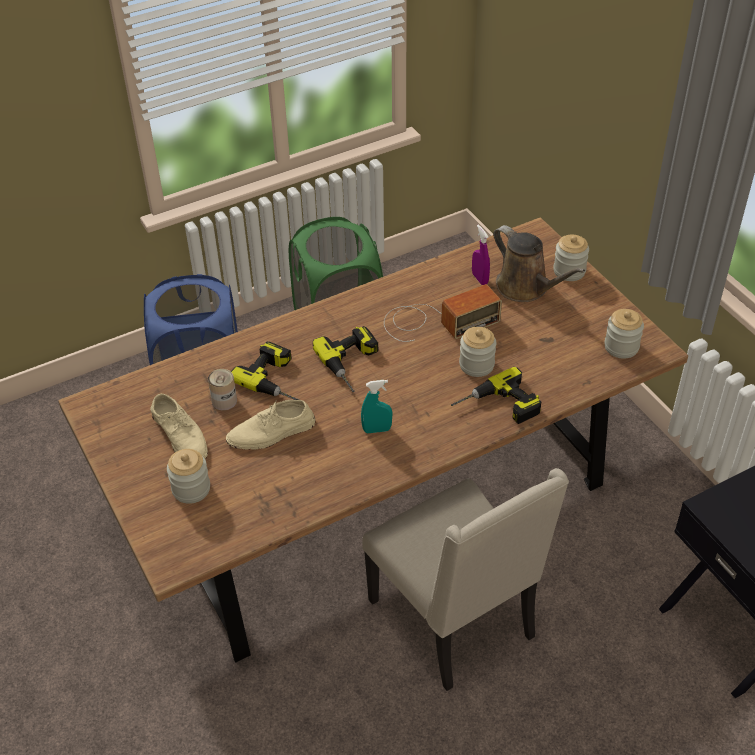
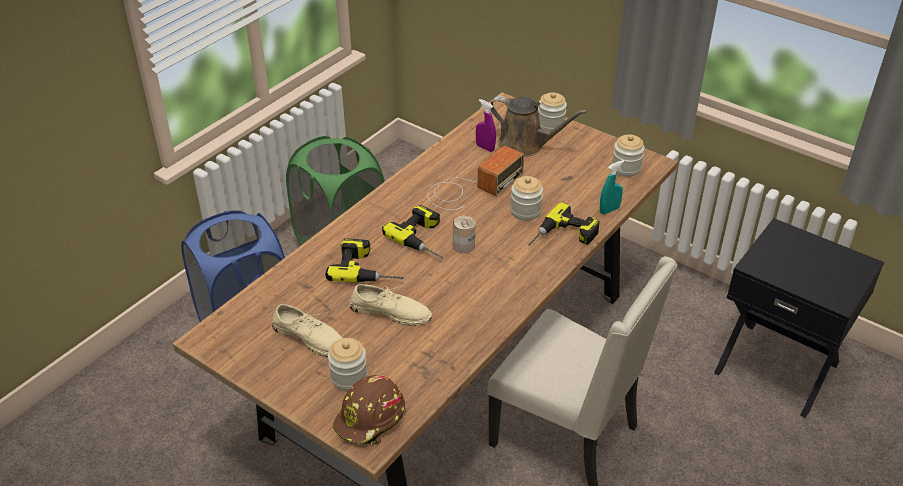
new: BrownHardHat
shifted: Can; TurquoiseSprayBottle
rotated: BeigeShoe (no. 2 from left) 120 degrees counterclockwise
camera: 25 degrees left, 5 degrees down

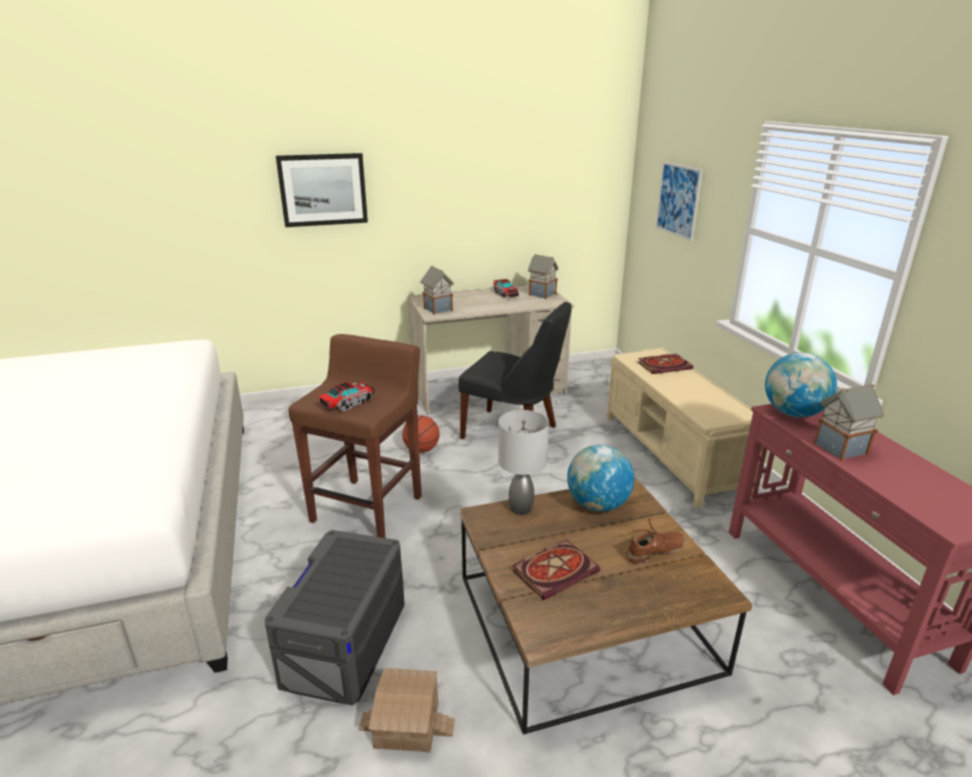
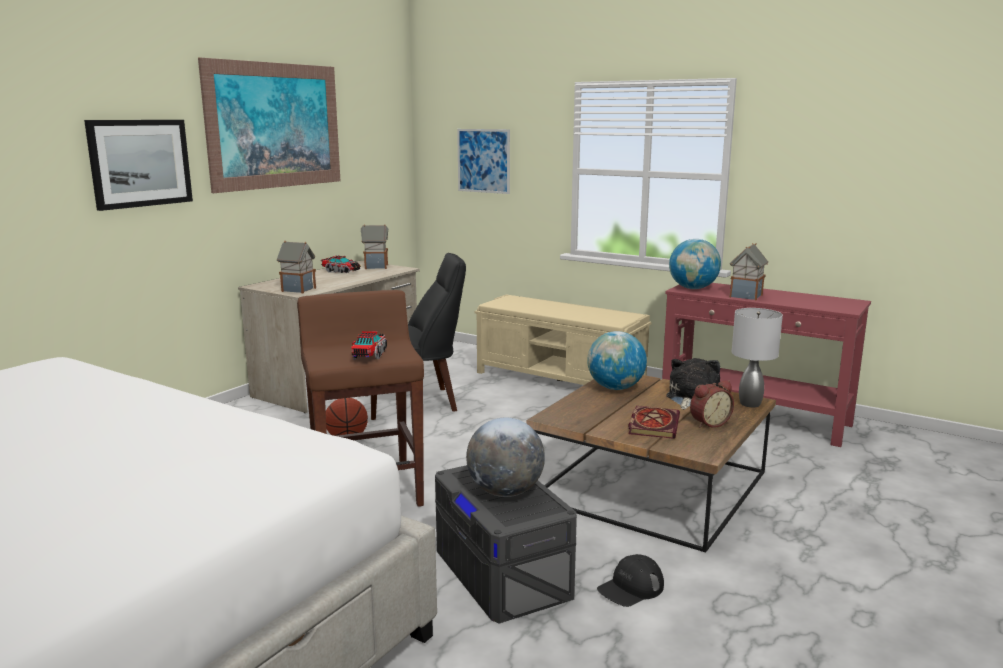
gone: Book (no. 2 from left)
new: Picture (no. 2 from left); AlarmClock; Globe (no. 1 from left)
shifted: GreyTableLamp
swapped: BrownShoe to PlushToy; ToyHouse (no. 1 from left) to BlackCap
camera: 40 degrees left, 10 degrees down

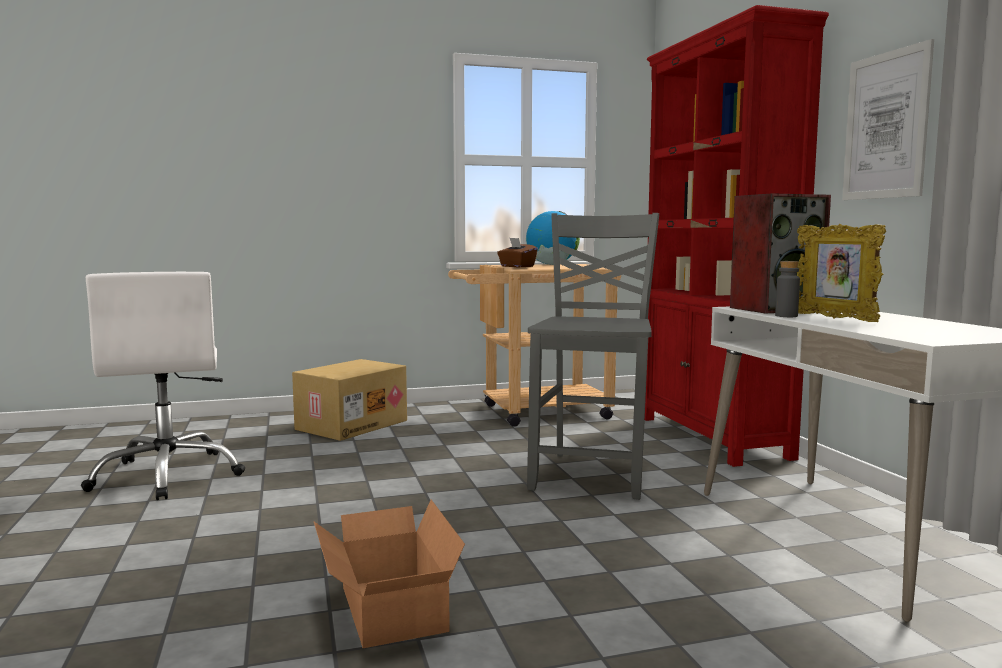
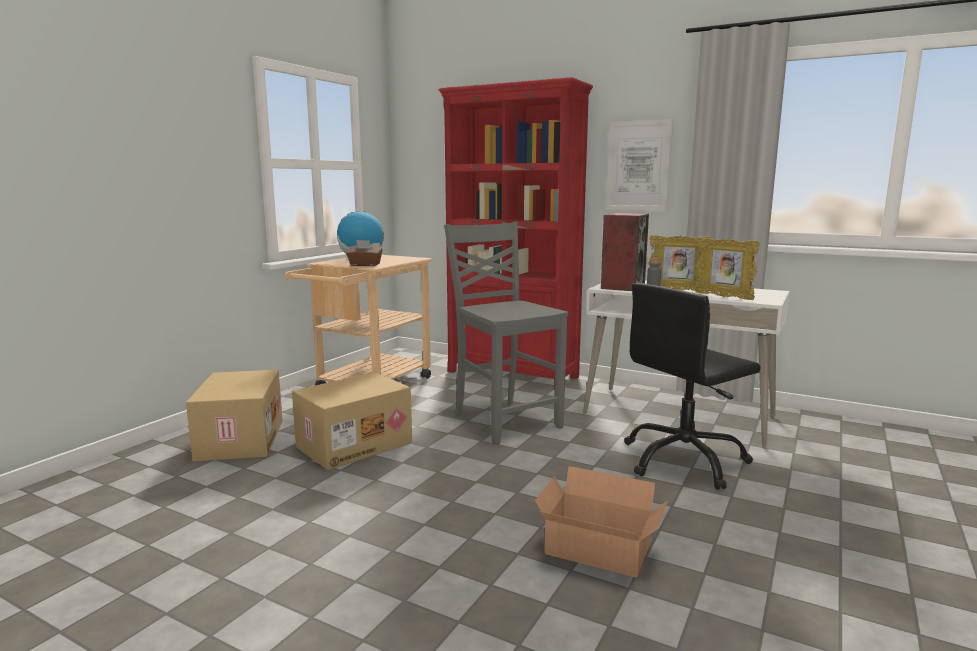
gone: WhiteOfficeChair
new: PictureFrame (no. 2 from left); BlackOfficeChair; CardboardBox (no. 2 from left)
camera: 45 degrees left, 5 degrees up

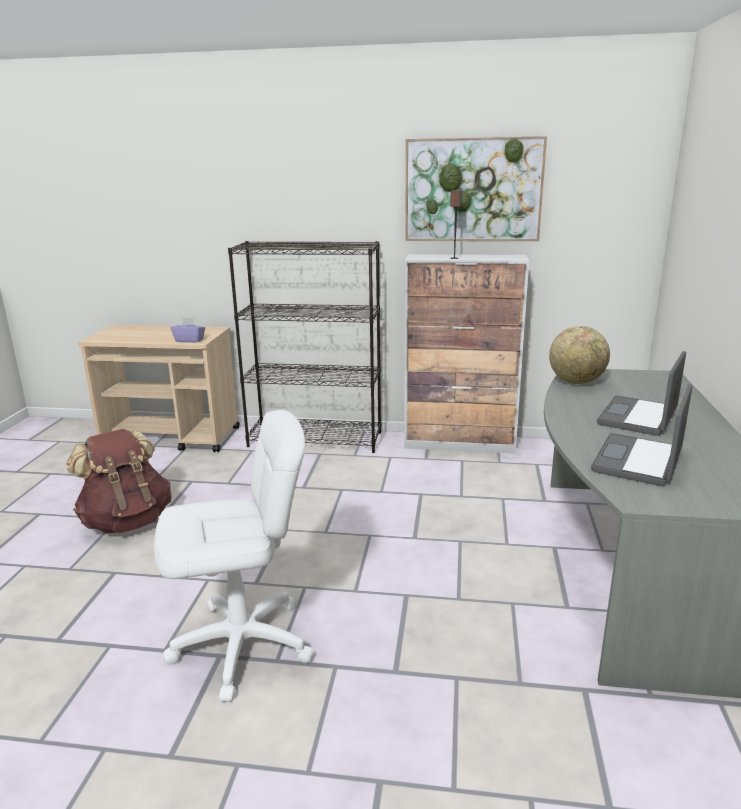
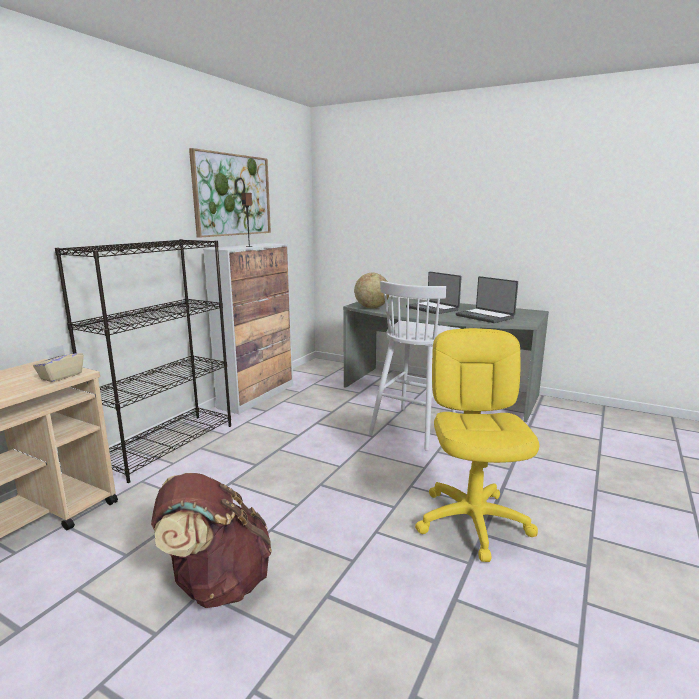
new: WhiteStool
repainted: PurpleTissueBox to BeigeTissueBox; WhiteOfficeChair to YellowOfficeChair
camera: 70 degrees left, 5 degrees down

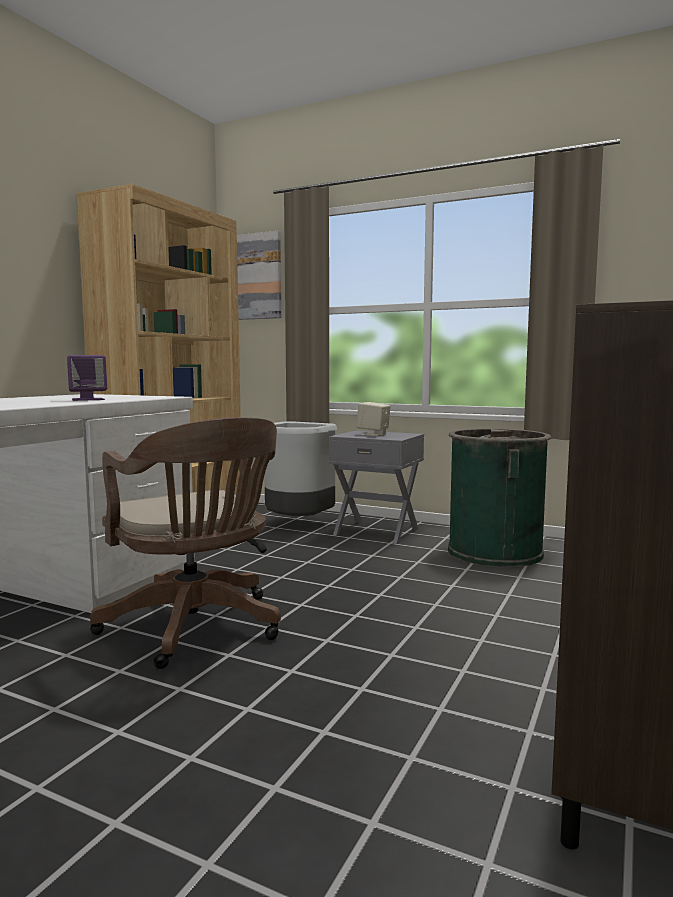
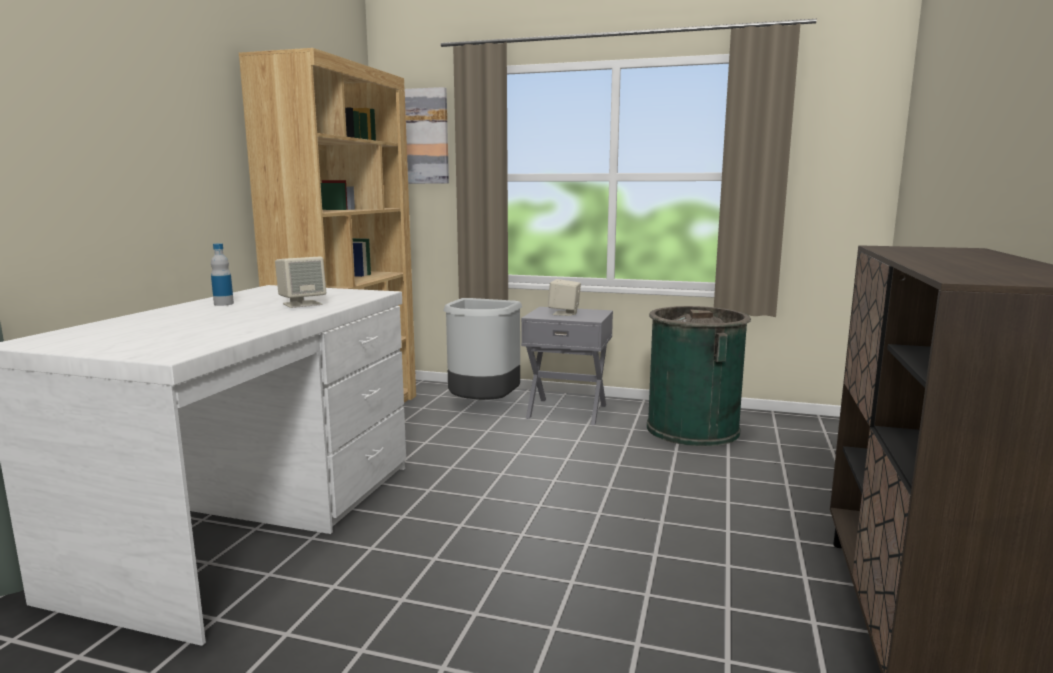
gone: BrownOfficeChair
new: Bottle
repainted: PurpleSpeaker to BeigeSpeaker (no. 1 from left)
camera: 10 degrees left, 5 degrees up

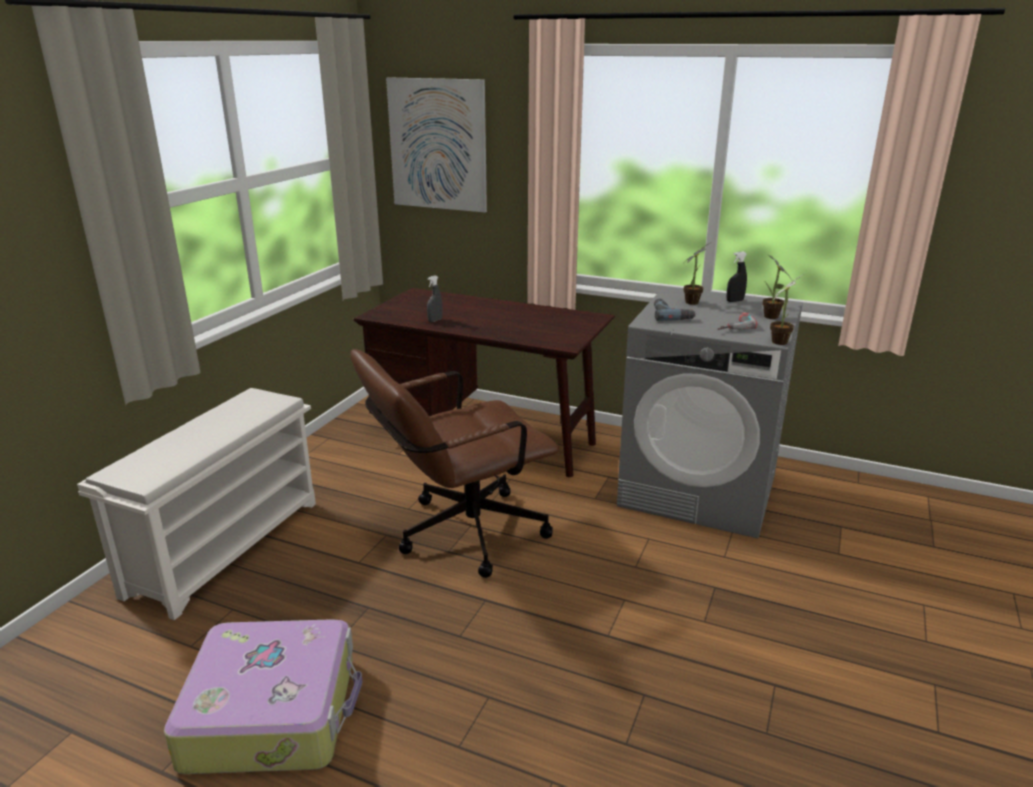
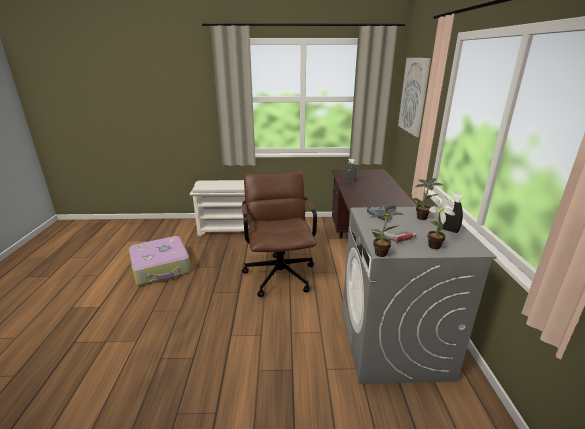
rotated: BrownOfficeChair 45 degrees clockwise
camera: 65 degrees right, 0 degrees up

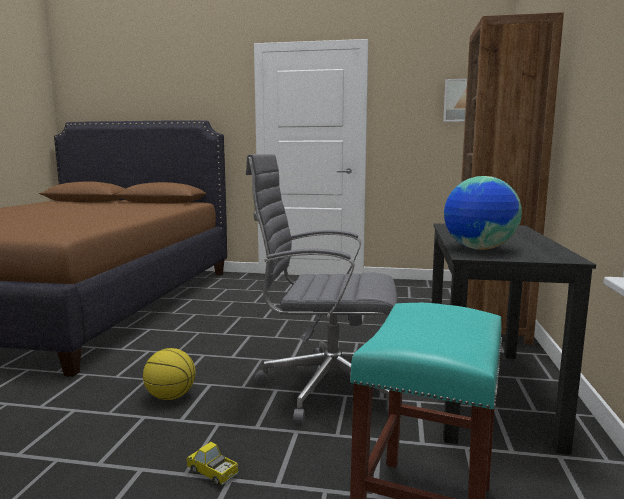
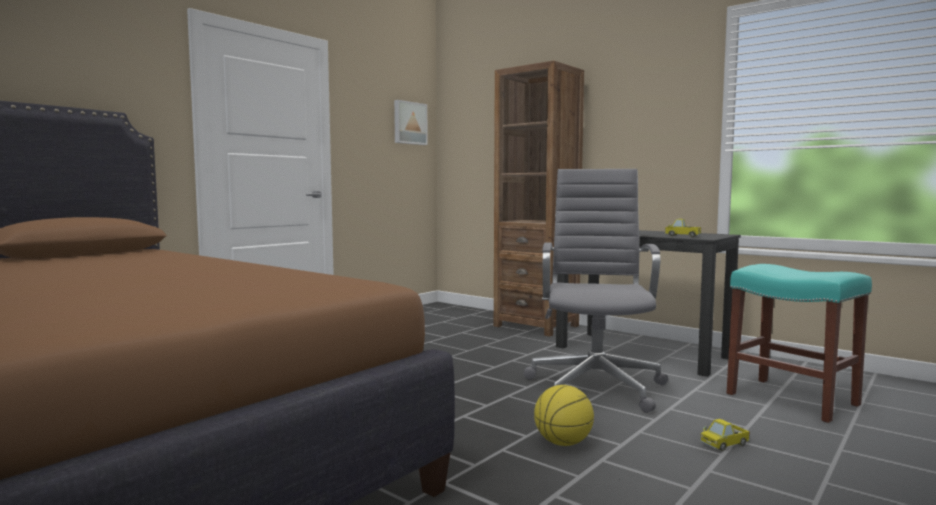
swapped: Globe to ToyTruck (no. 1 from left)
rotated: GreyOfficeChair 150 degrees clockwise
camera: 60 degrees left, 5 degrees down

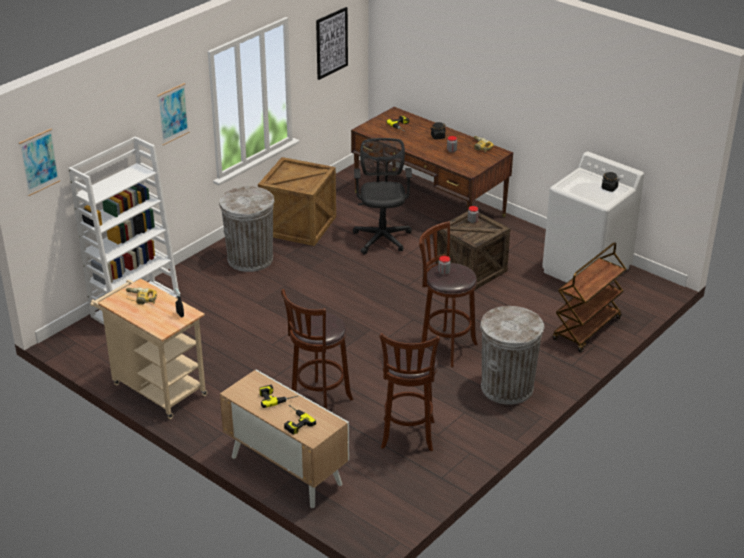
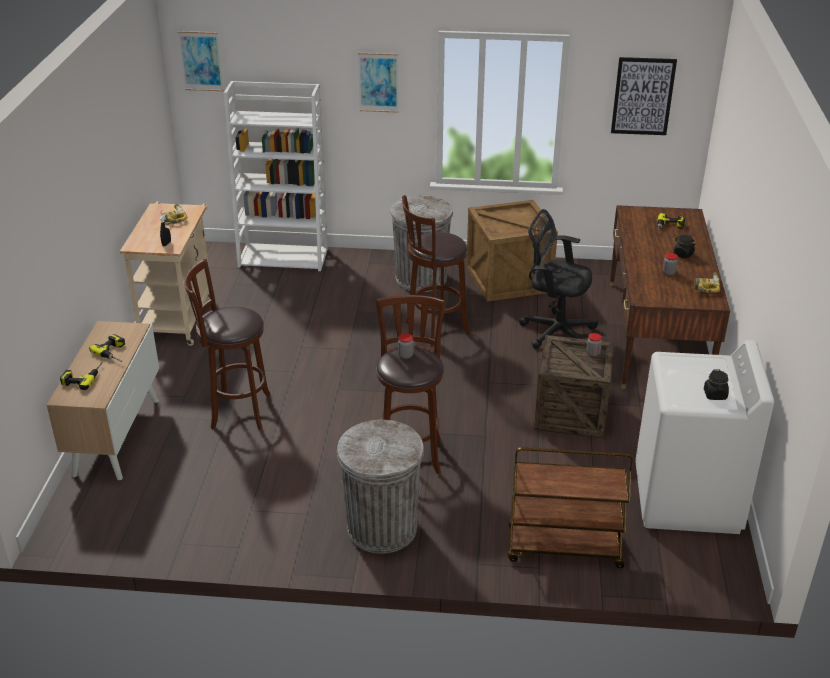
shifted: BrownStool (no. 2 from left in the first image) to BrownStool (no. 3 from left)
rotated: BlackOfficeChair 120 degrees counterclockwise
camera: 55 degrees right, 0 degrees up

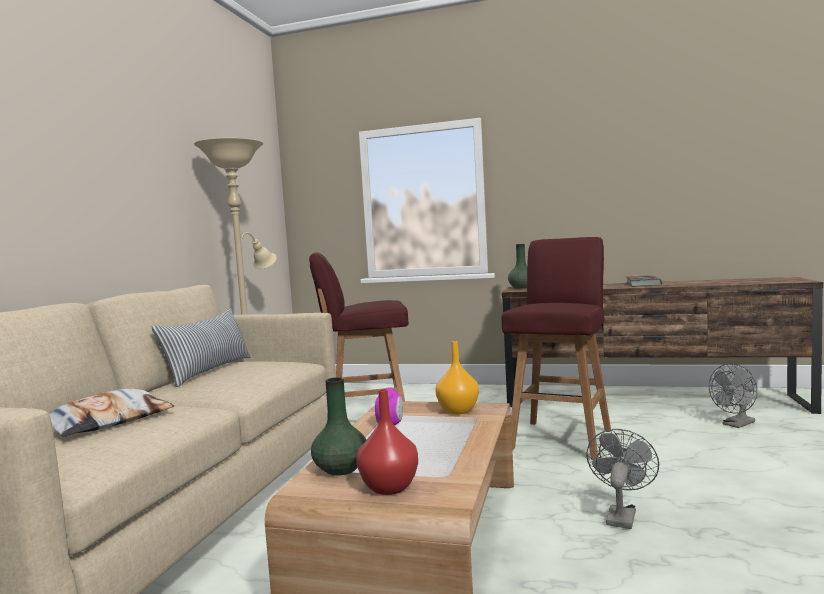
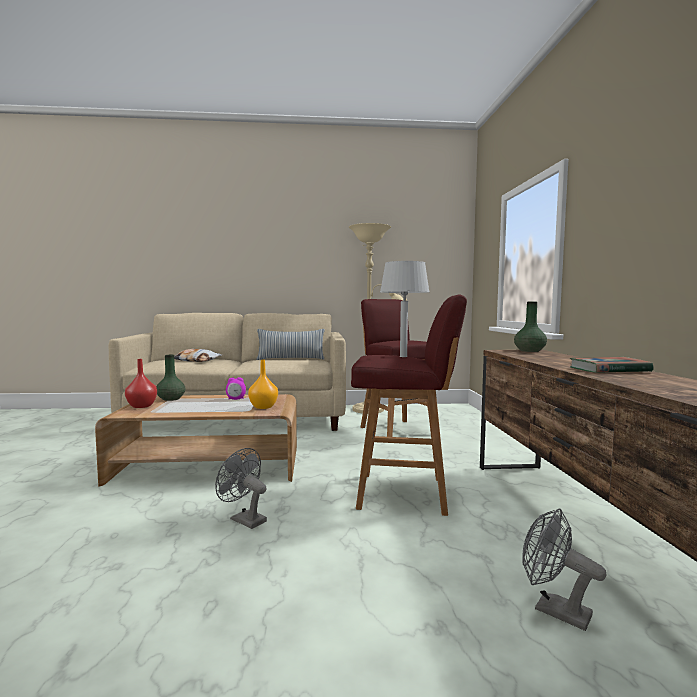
new: GreyTableLamp
rotated: GreyFan (no. 1 from left) 150 degrees counterclockwise
camera: 70 degrees right, 0 degrees up

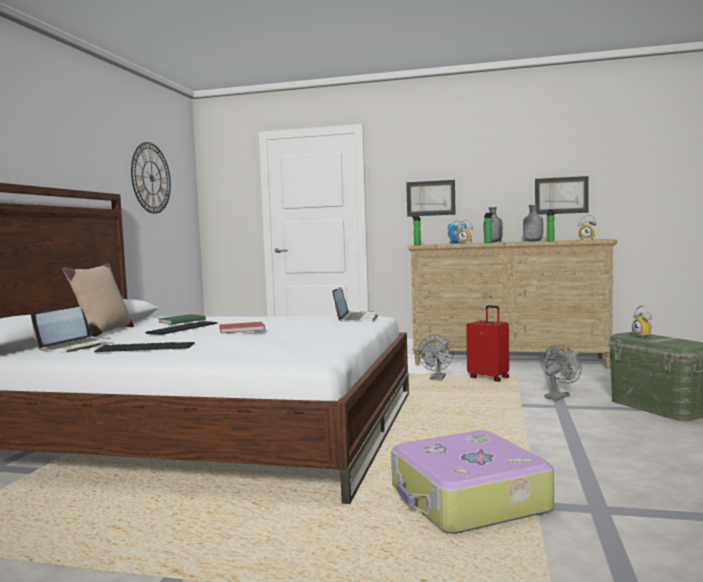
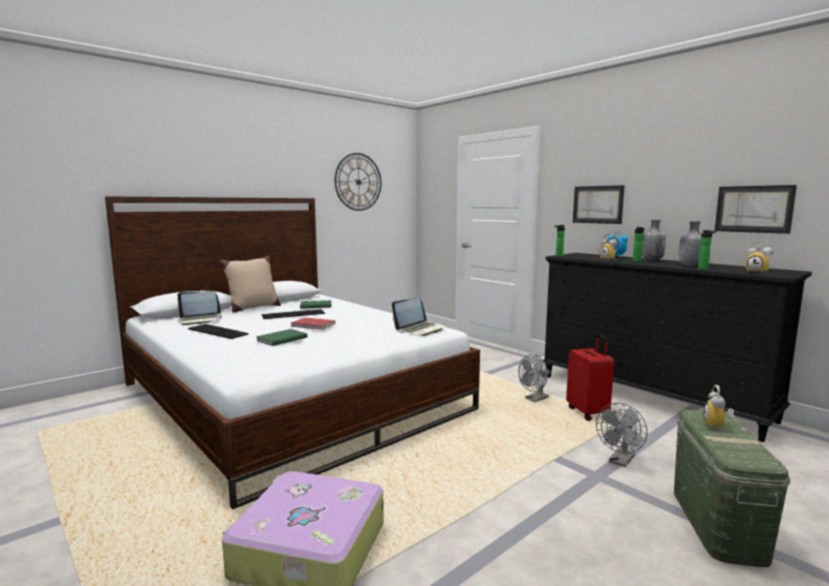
new: GreenBook (no. 1 from left)
repainted: BeigeDresser to BlackDresser
rotated: GreyFan (no. 2 from left) 135 degrees clockwise
camera: 35 degrees right, 5 degrees up

